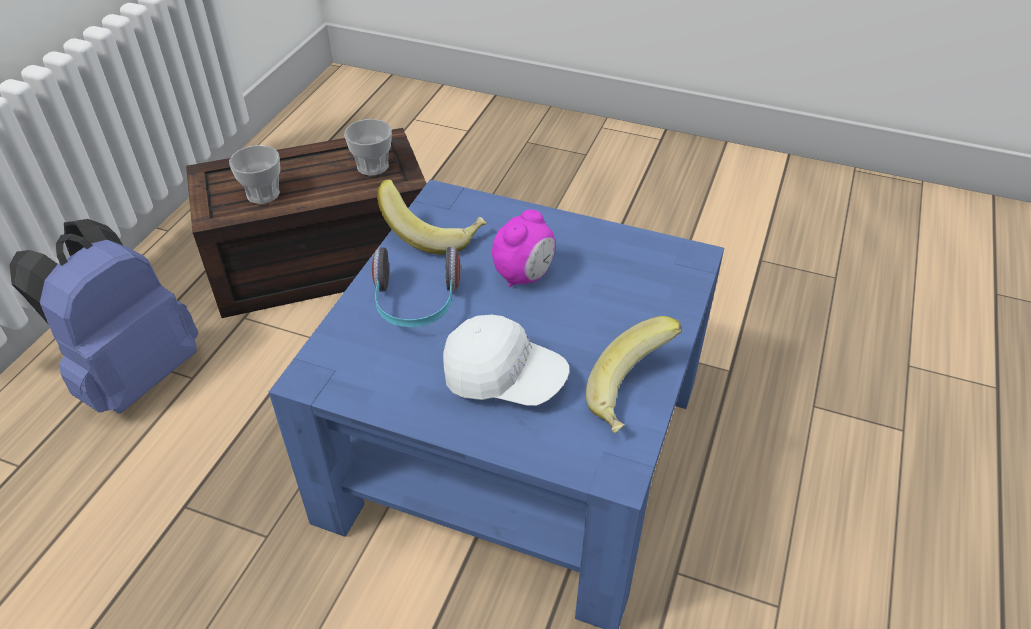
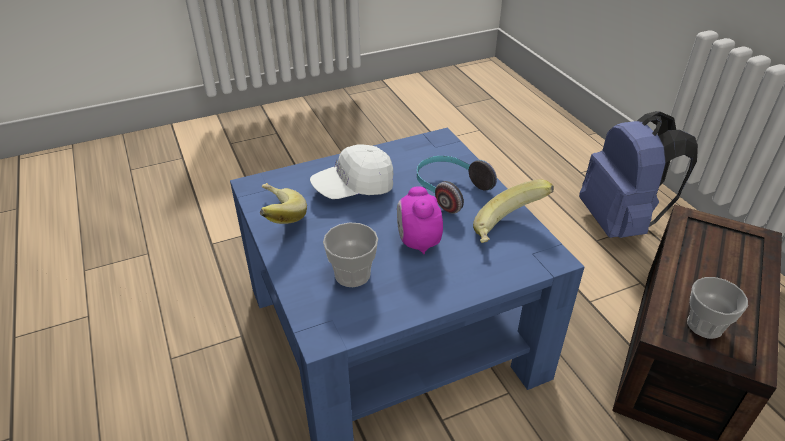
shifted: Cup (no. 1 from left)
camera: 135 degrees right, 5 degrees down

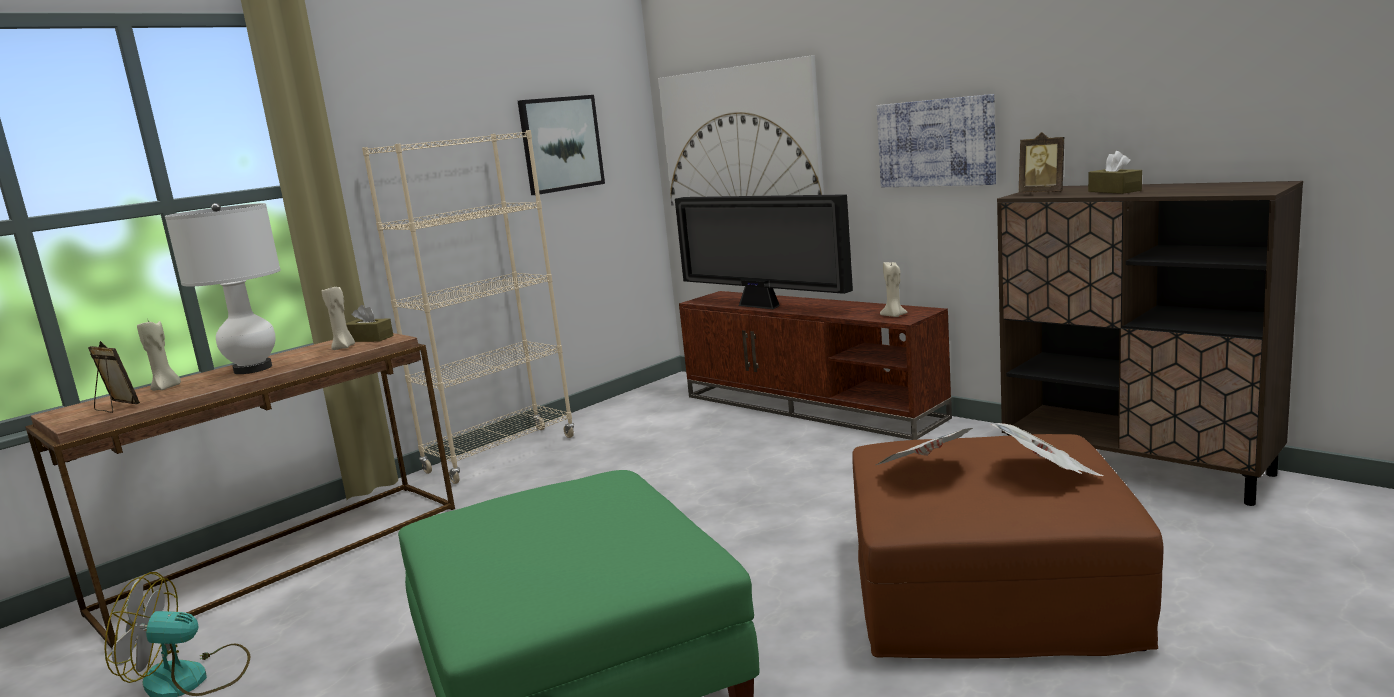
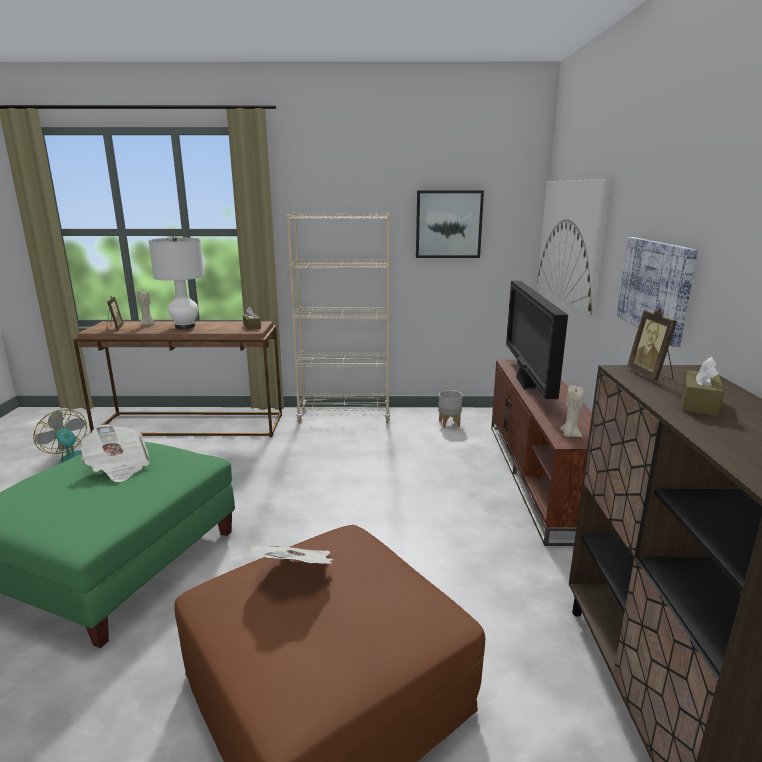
gone: BeigeCandle (no. 2 from left)
new: GreyPlanter
shifted: Newspaper (no. 2 from left in the first image) to Newspaper (no. 1 from left)
camera: 45 degrees right, 5 degrees up

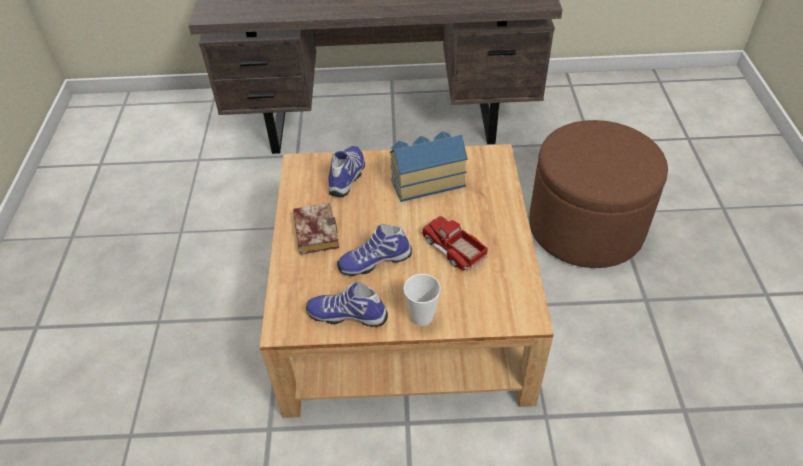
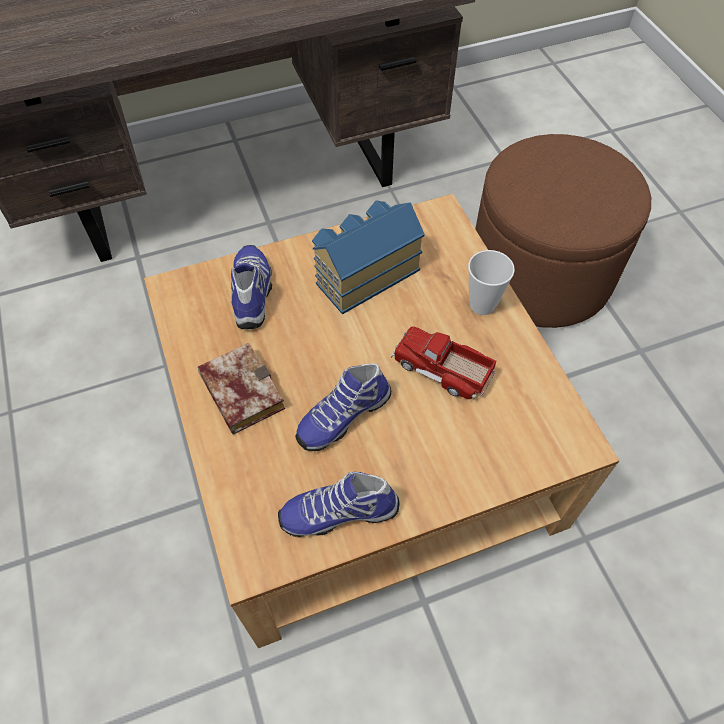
shifted: Cup
camera: 20 degrees left, 10 degrees up

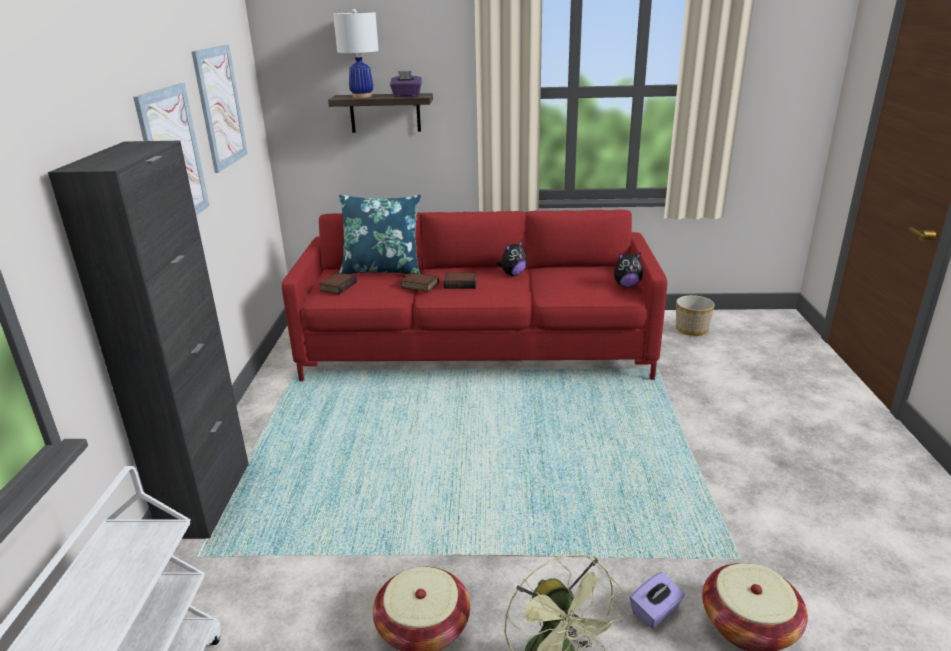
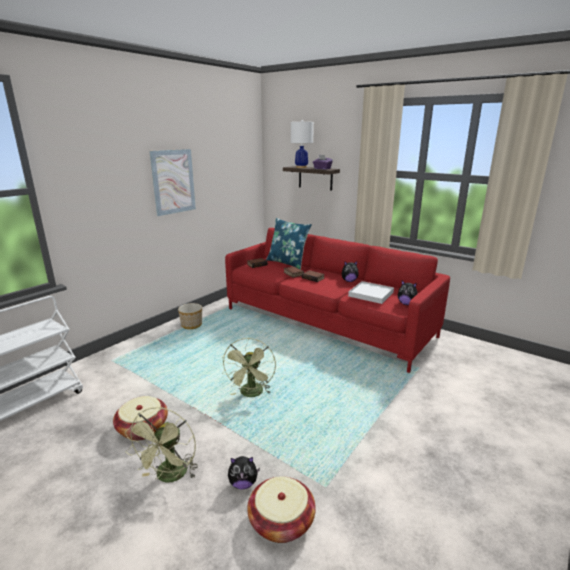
gone: Picture (no. 2 from left); BlackCabinet
new: WhiteTray; GreenFan (no. 2 from left)
shifted: Planter
swapped: PurpleTissueBox (no. 2 from left) to PlushToy (no. 1 from left)
camera: 35 degrees right, 5 degrees down

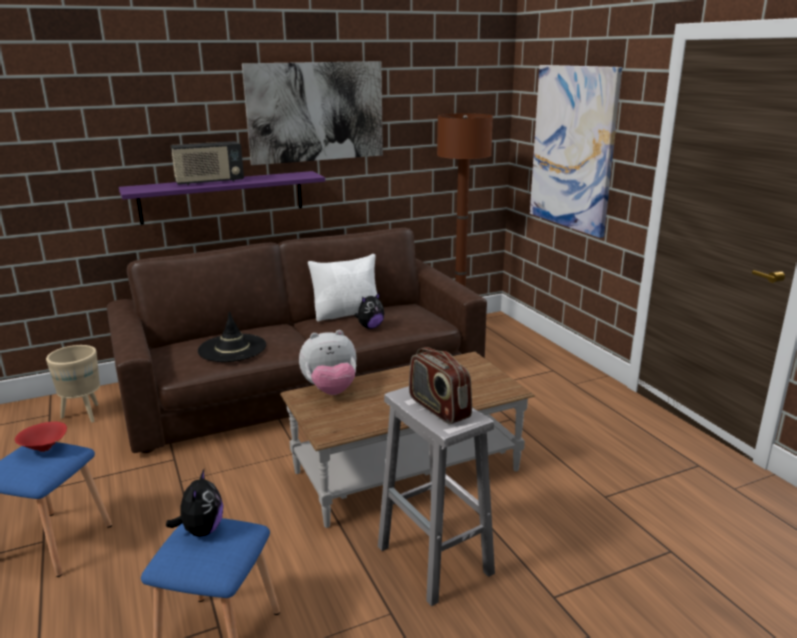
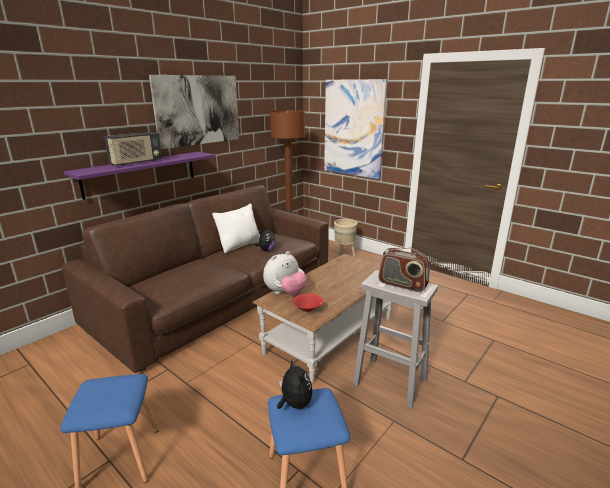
gone: BlackHat
shifted: BeigePlanter; RedBowl
camera: 25 degrees left, 0 degrees up

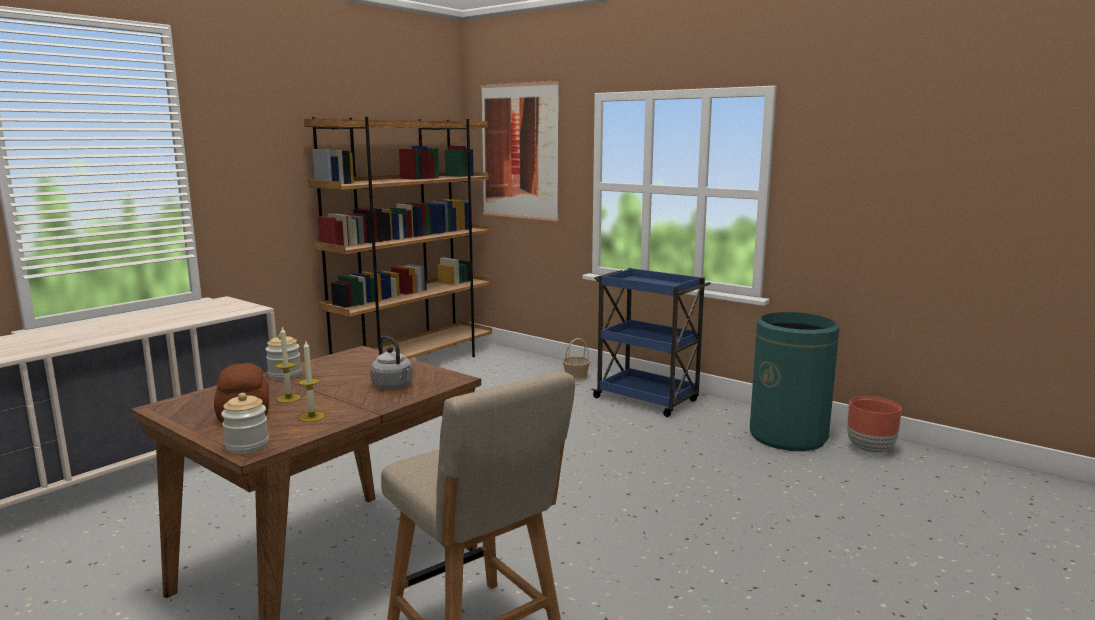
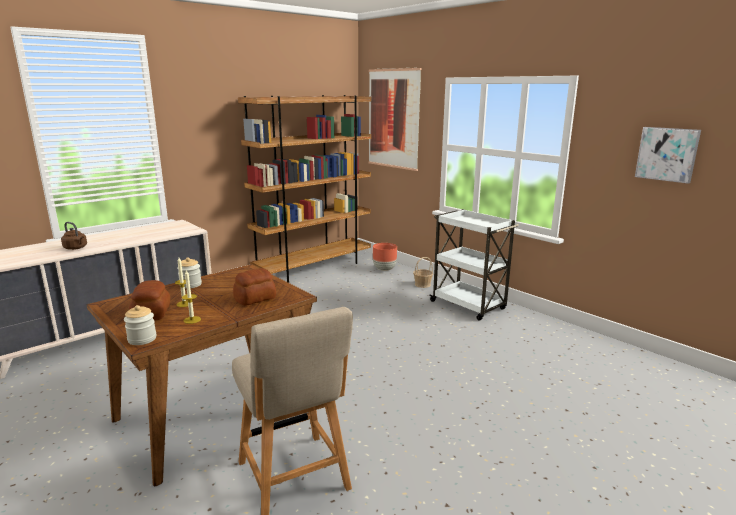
gone: GreenTrashCan
new: Picture (no. 2 from left); BrownKettle
shifted: BrownPlanter
swapped: GreyKettle to Bread (no. 2 from left)
repainted: BlueCart to WhiteCart
camera: 10 degrees right, 5 degrees up

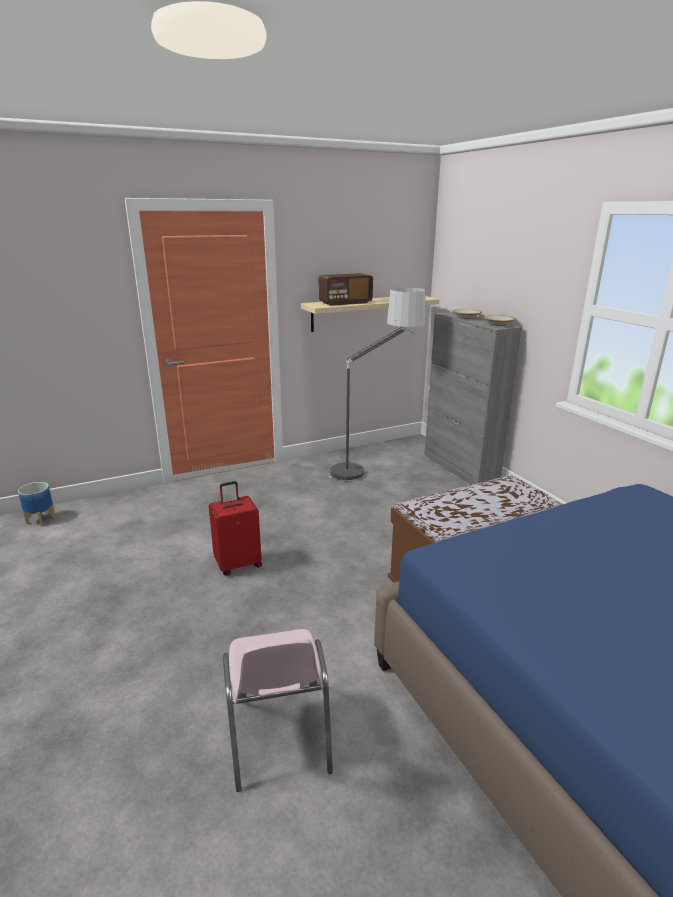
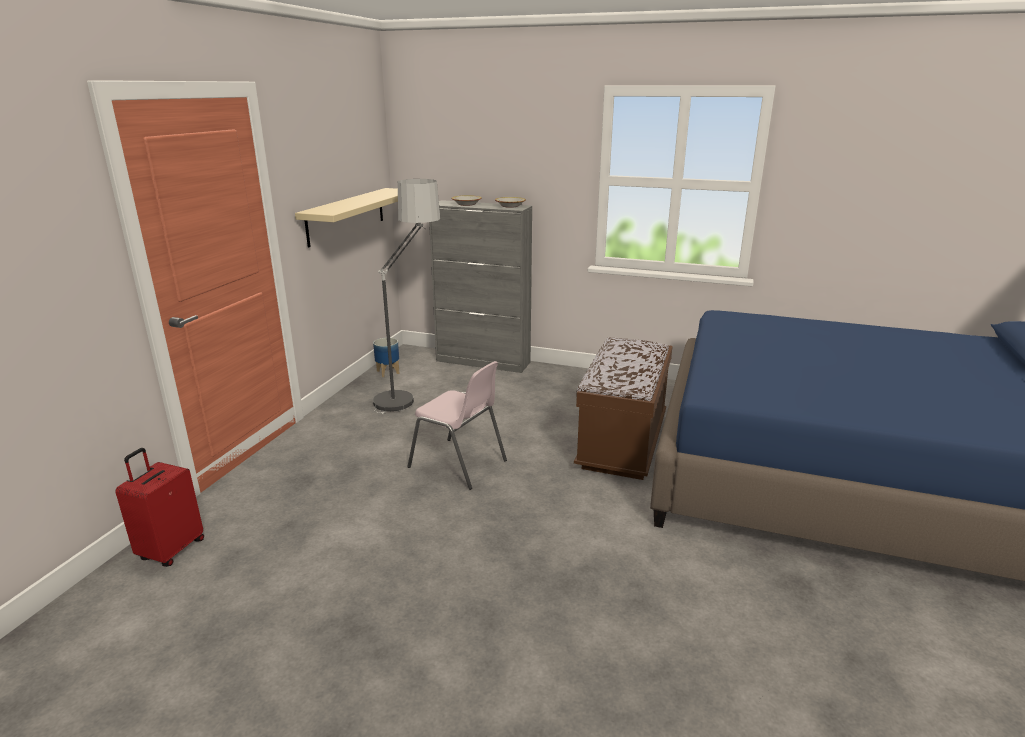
gone: Radio
shifted: RedSuitcase; Planter; PinkChair
camera: 45 degrees left, 0 degrees up

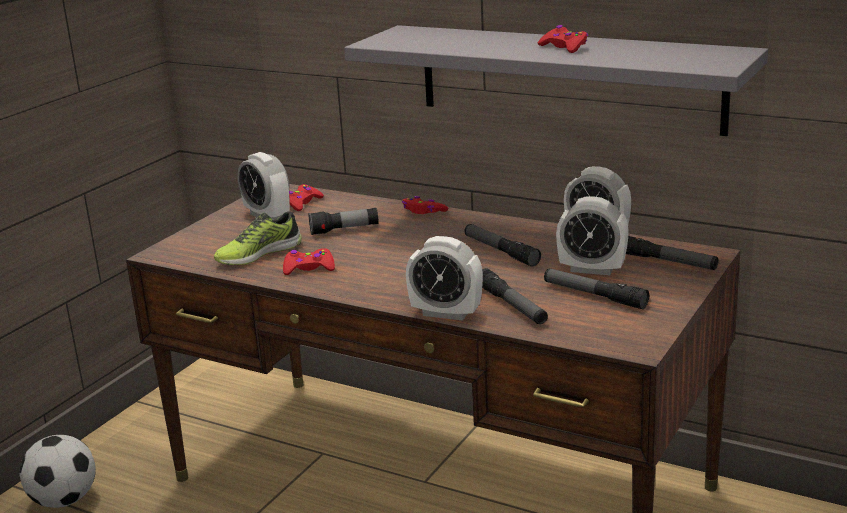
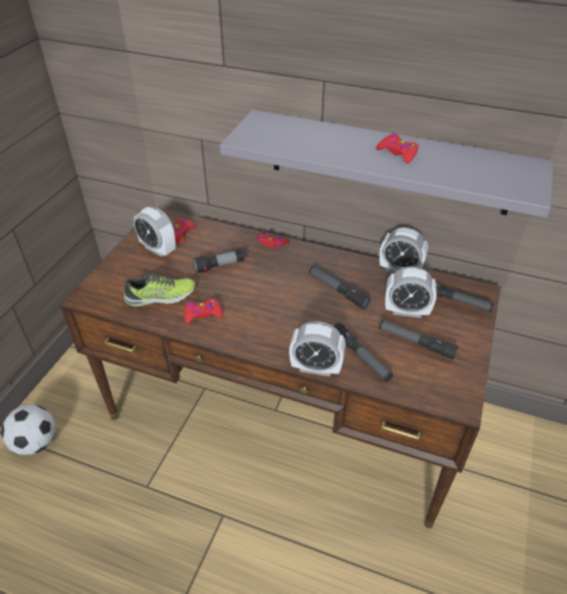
rotated: Shoe 150 degrees counterclockwise
camera: 10 degrees left, 20 degrees up

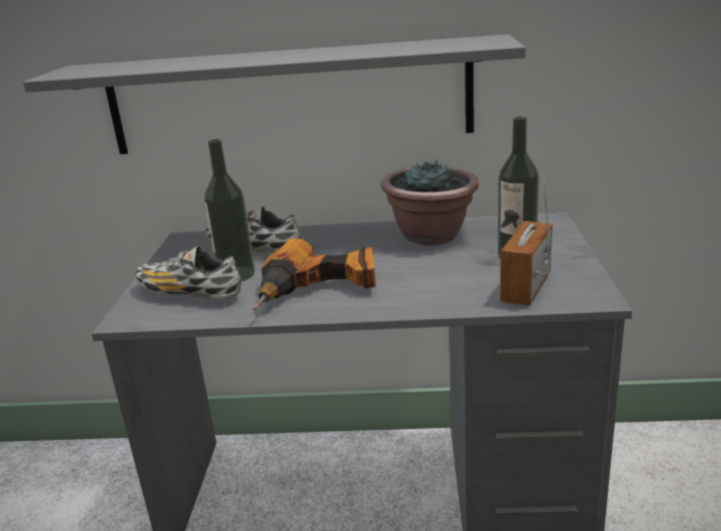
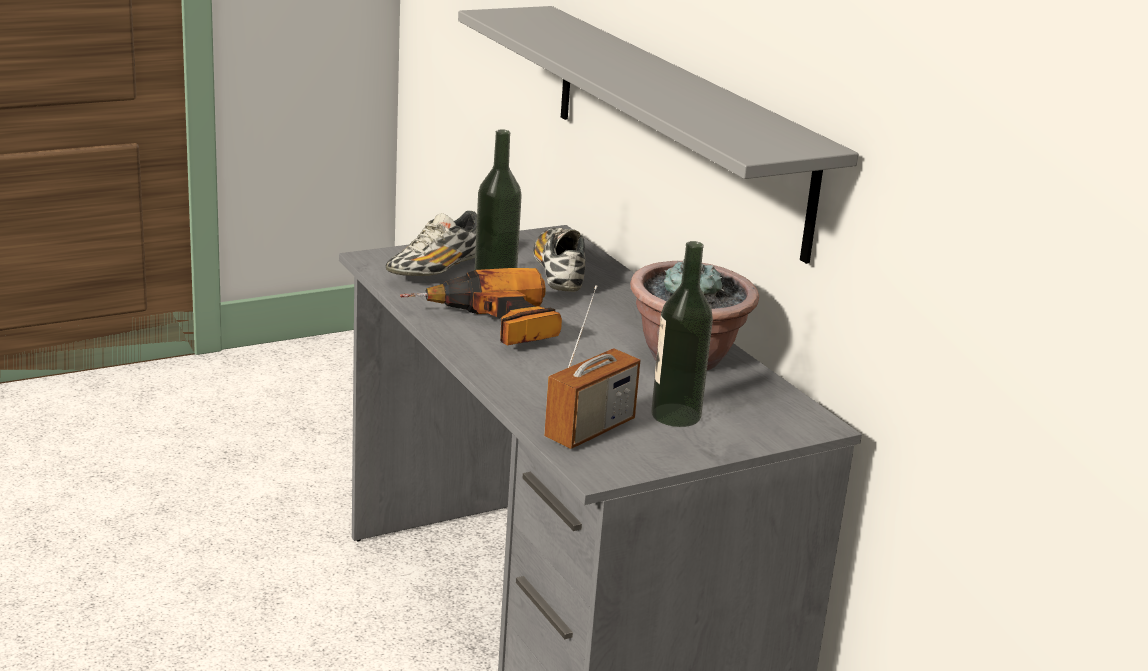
rotated: Radio 135 degrees clockwise; Shoe (no. 1 from left) 135 degrees counterclockwise
camera: 55 degrees right, 0 degrees up

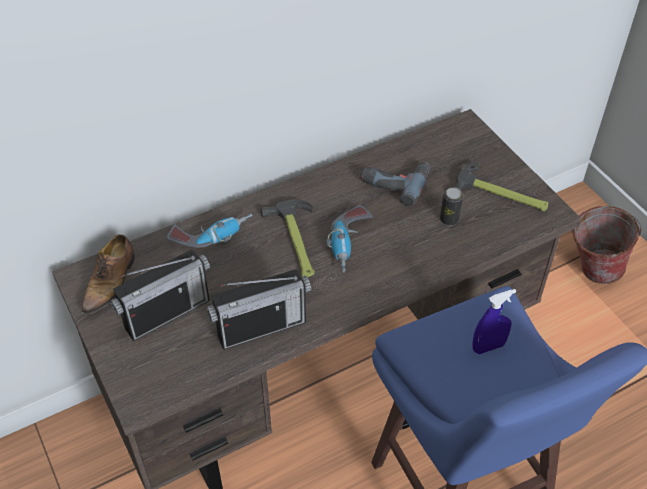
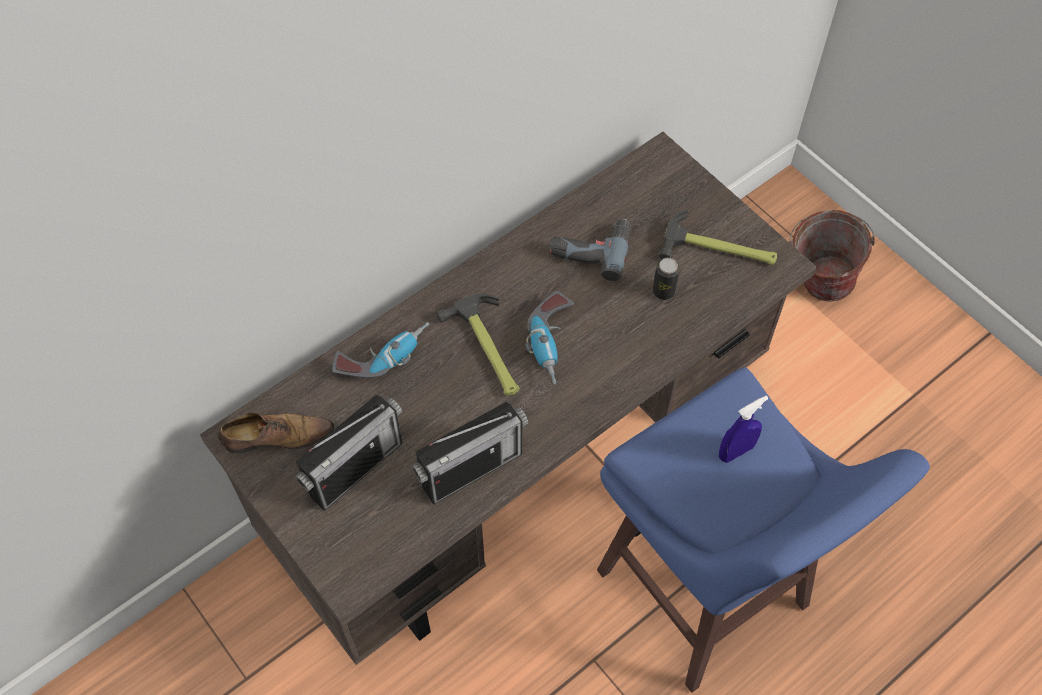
rotated: Shoe 105 degrees counterclockwise
camera: 10 degrees left, 10 degrees up

